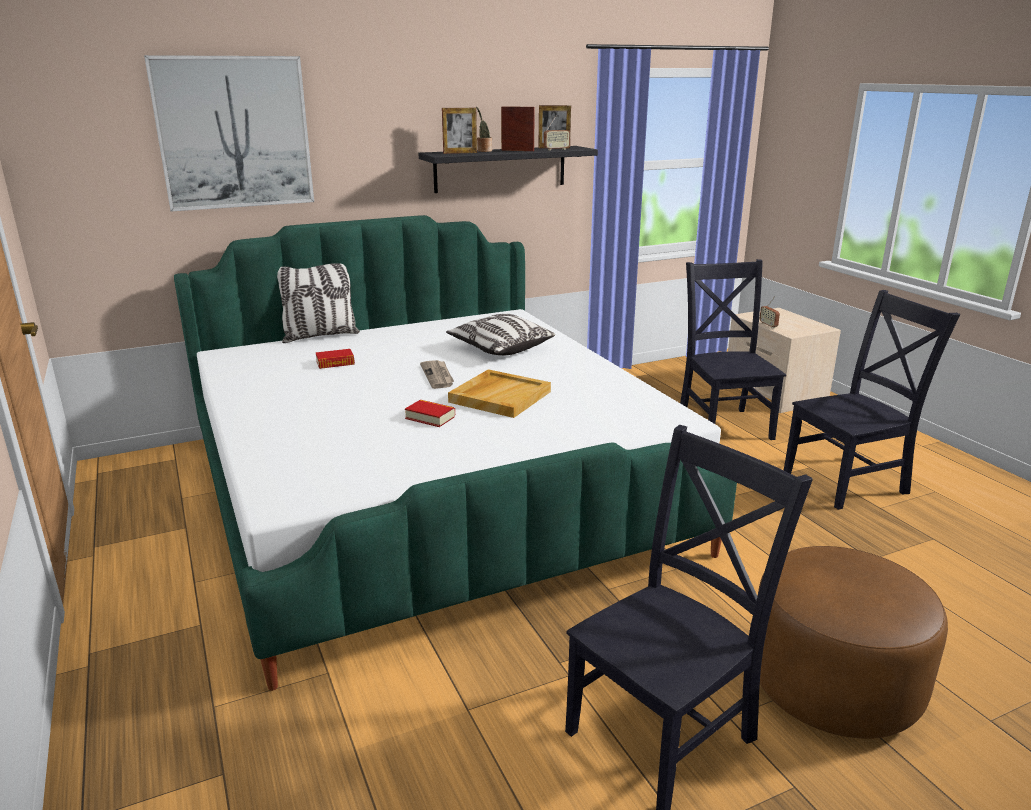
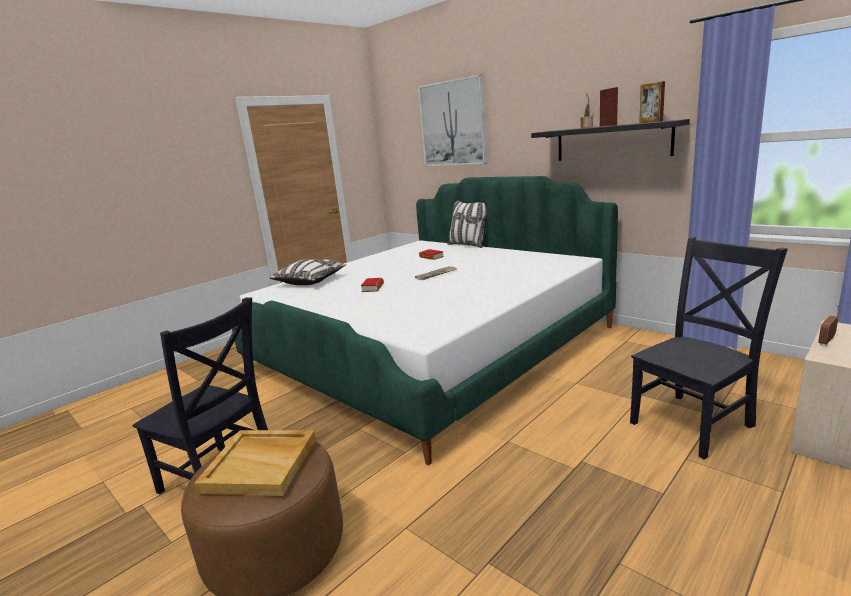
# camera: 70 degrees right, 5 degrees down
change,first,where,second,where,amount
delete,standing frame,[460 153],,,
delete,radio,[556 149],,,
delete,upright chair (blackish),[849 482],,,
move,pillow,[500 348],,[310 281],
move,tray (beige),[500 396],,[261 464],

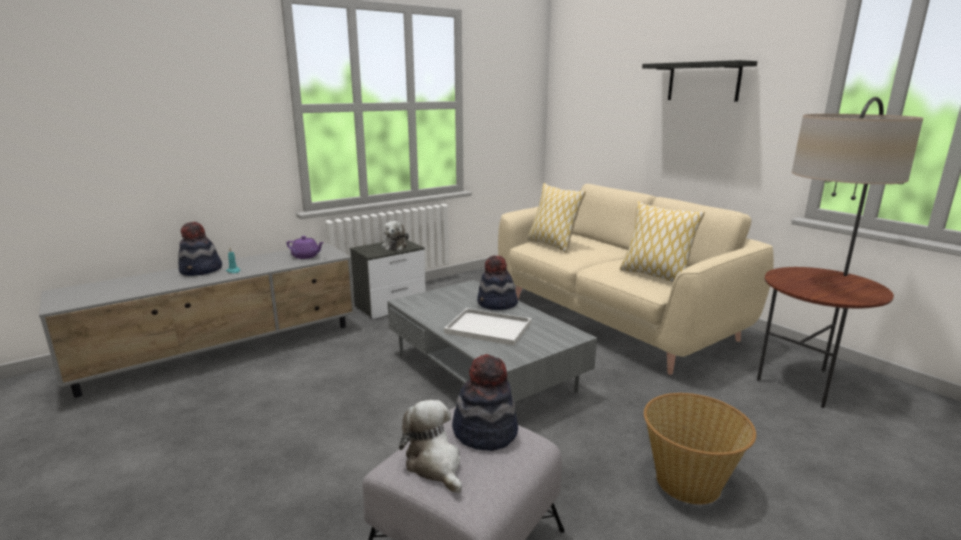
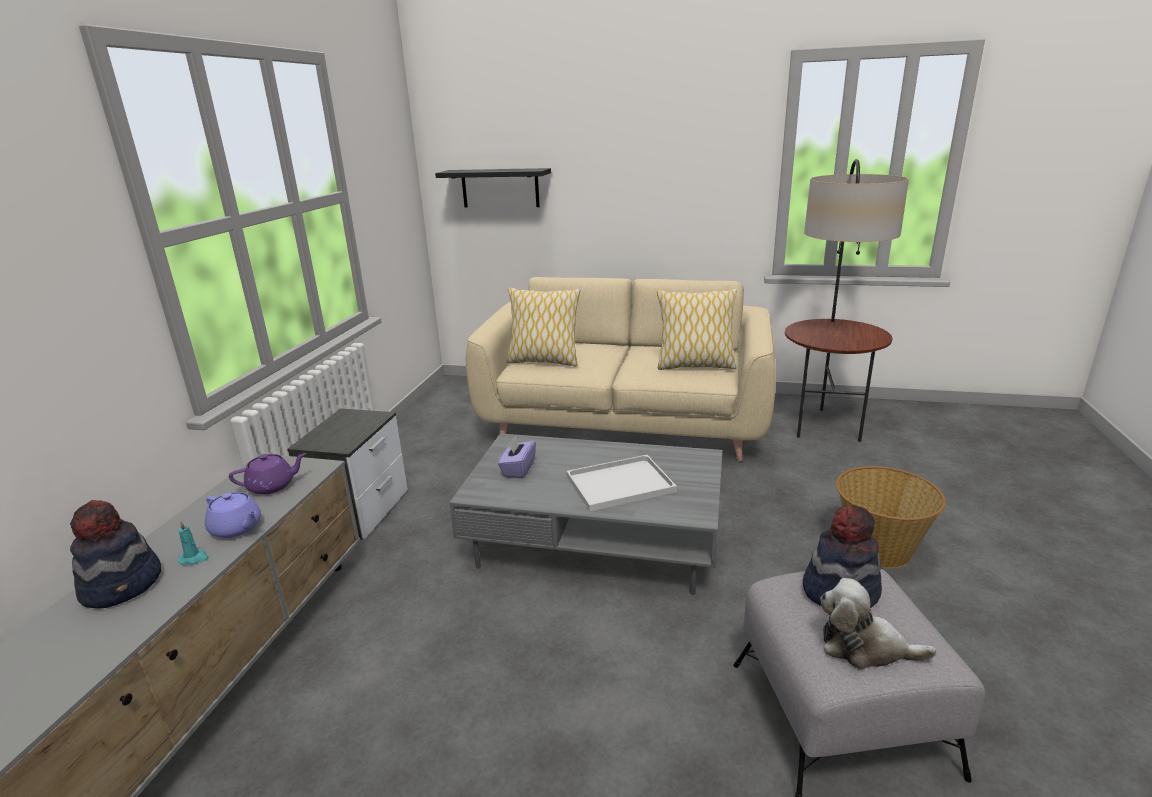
# camera: 40 degrees left, 5 degrees up
change,first,where,second,where,amount
move,wall shelf (blackish),[703 82],,[500 188],
delete,cuddly toy,[395 246],,,
delete,hat,[497 304],,,
insert,,,tissue holder (purple),[518 469],
insert,,,tea pot (purple),[237 528],

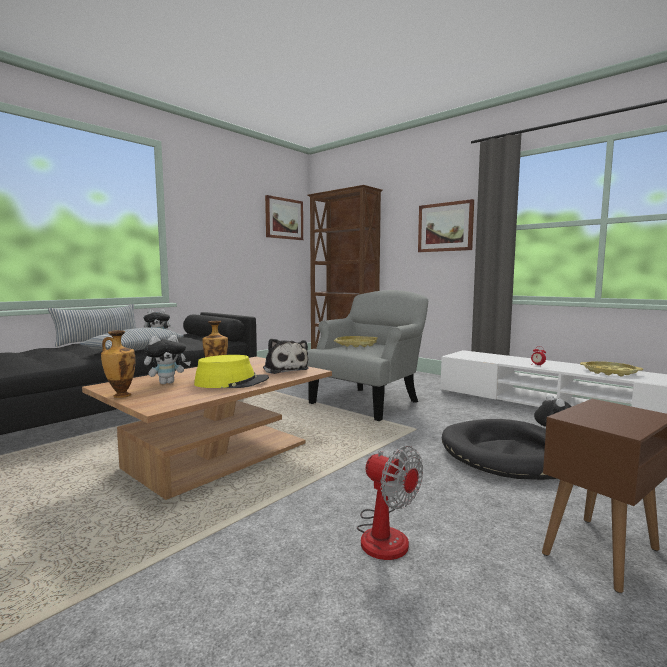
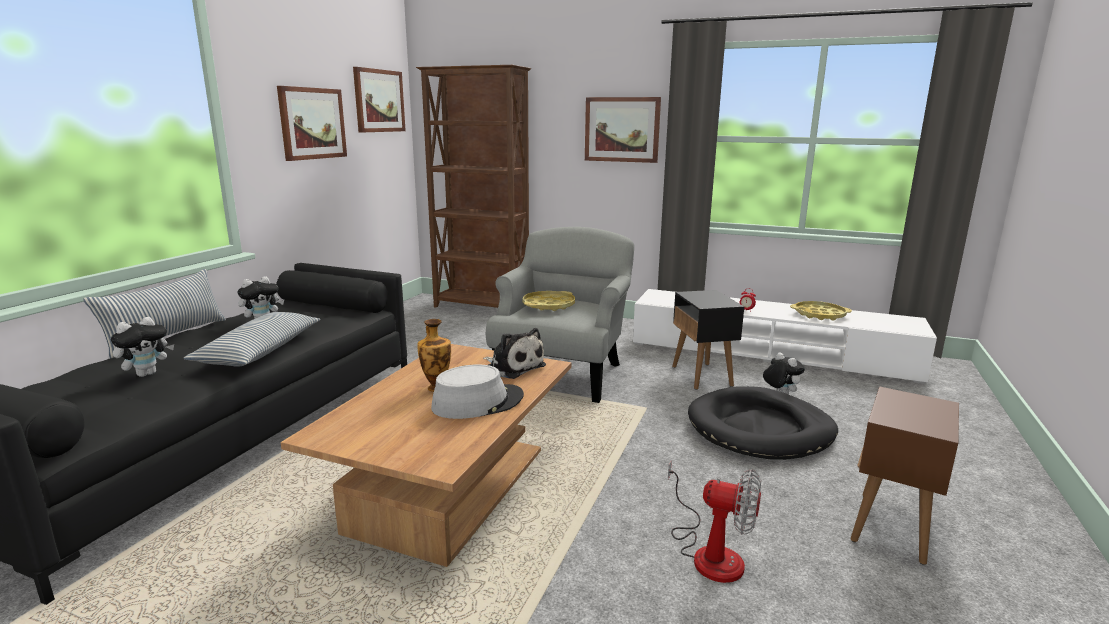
# camera: 20 degrees left, 10 degrees up
change,first,where,second,where,amount
delete,decorative vase,[120 395],,,
move,cuddly toy,[167 383],,[147 373],
recolor,hat (yellow),[232 382],hat (greyish),[478 402],
insert,,,picture,[312 123],
insert,,,side table (blackish),[702 376],

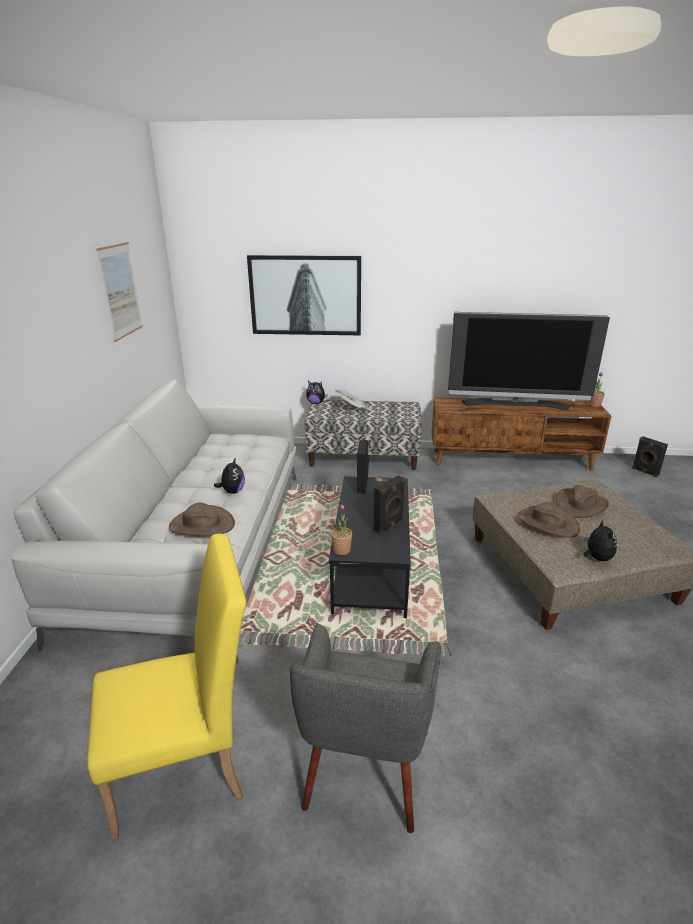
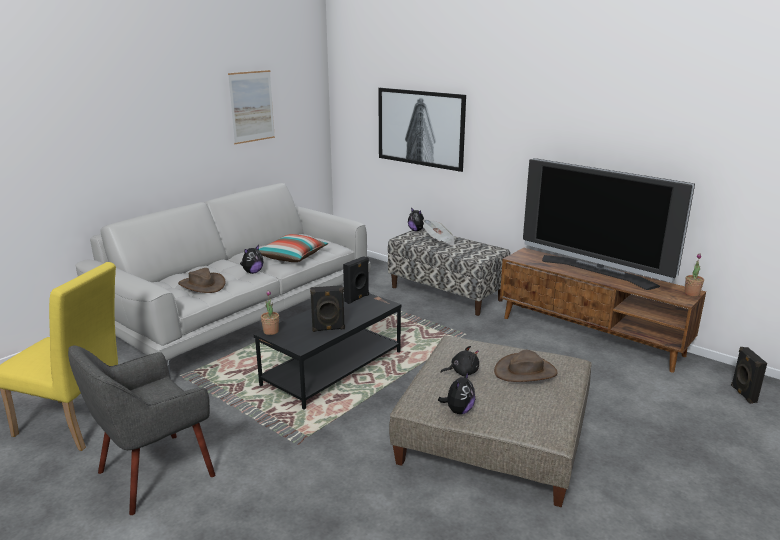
# camera: 35 degrees right, 5 degrees down
change,first,where,second,where,amount
replace,hat (brown-coloured),[547 523],cuddly toy (blackish),[462 372],
insert,,,pillow,[292 257],

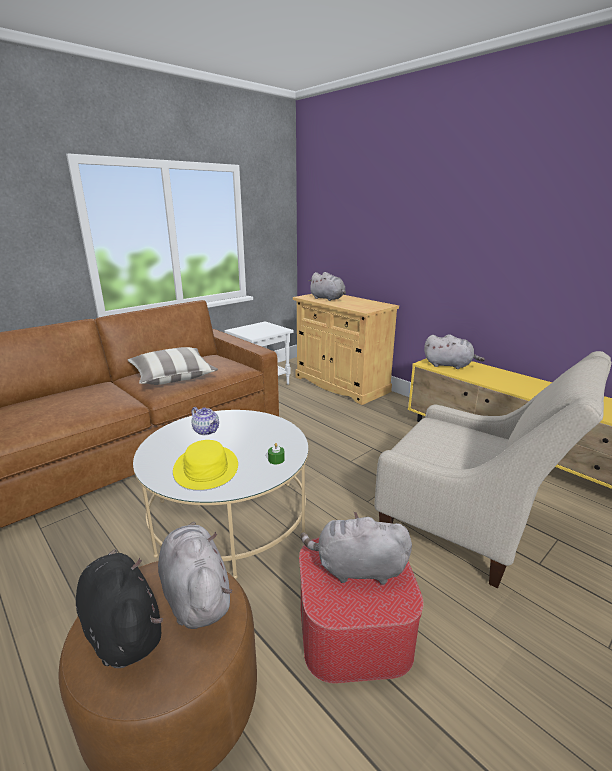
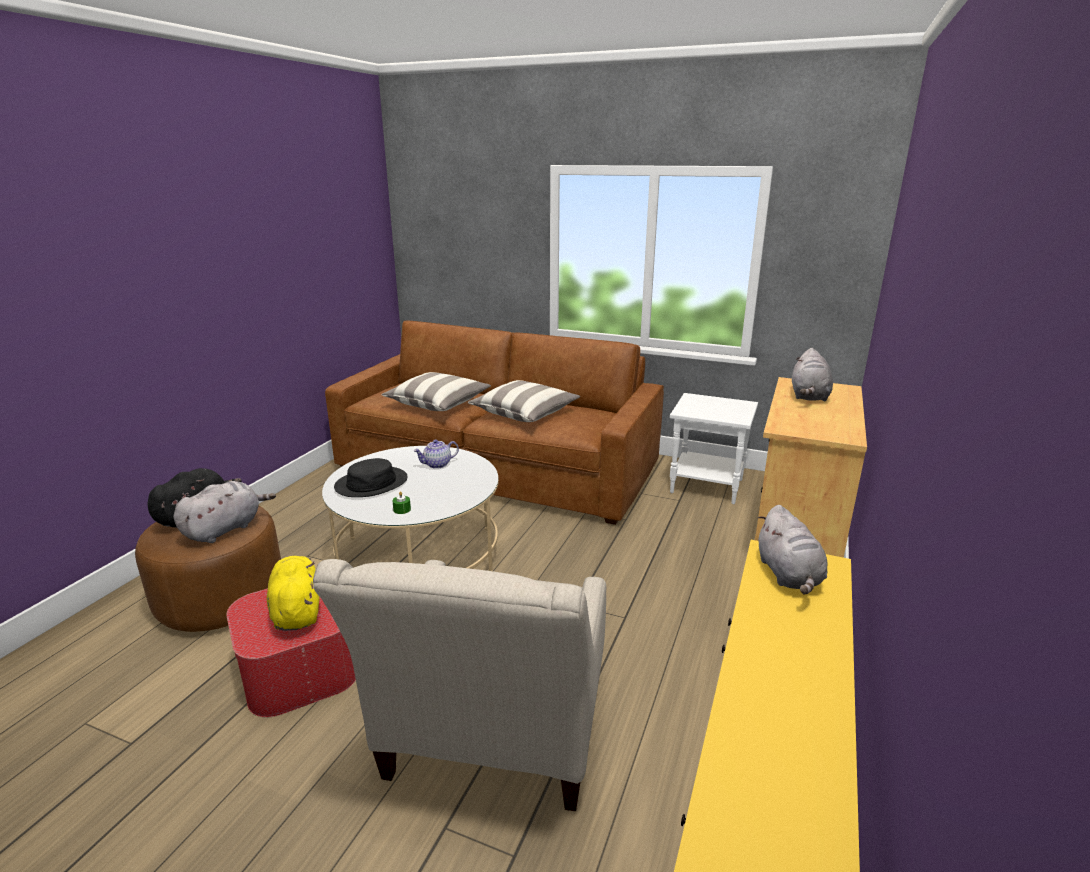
# camera: 65 degrees right, 0 degrees up
change,first,where,second,where,amount
rotate,tea pot,[206 431],,[437 464],45 degrees clockwise
recolor,hat (yellow),[205 468],hat (blackish),[371 483],
recolor,cuddly toy (greyish),[357 569],cuddly toy (yellow),[297 611],
insert,,,pillow,[437 404],

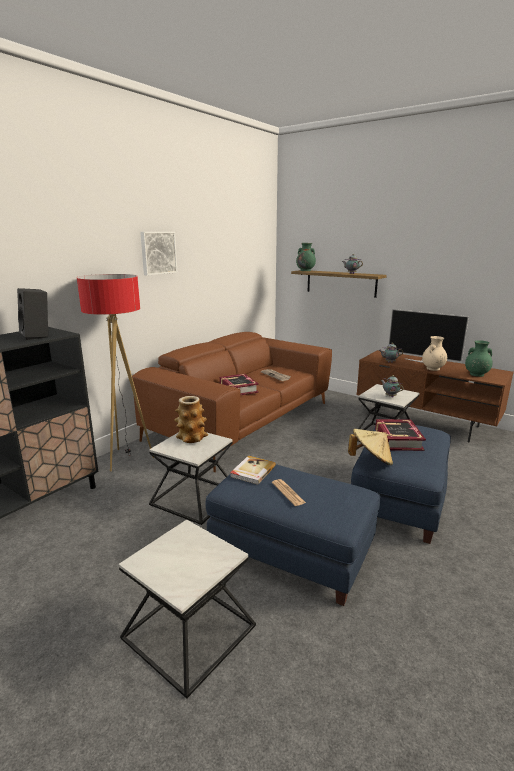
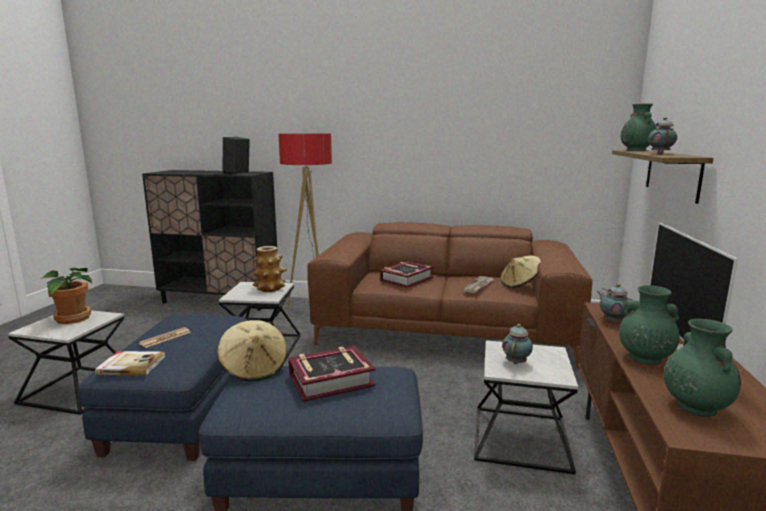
# camera: 65 degrees right, 5 degrees down
change,first,where,second,where,amount
delete,picture,[158 253],,,
recolor,decorative vase (beige),[433 369],decorative vase (greenish),[644 358],
move,bound book,[252 471],,[131 365],
insert,,,hat (beige),[520 284],
insert,,,houseplant,[72 319],

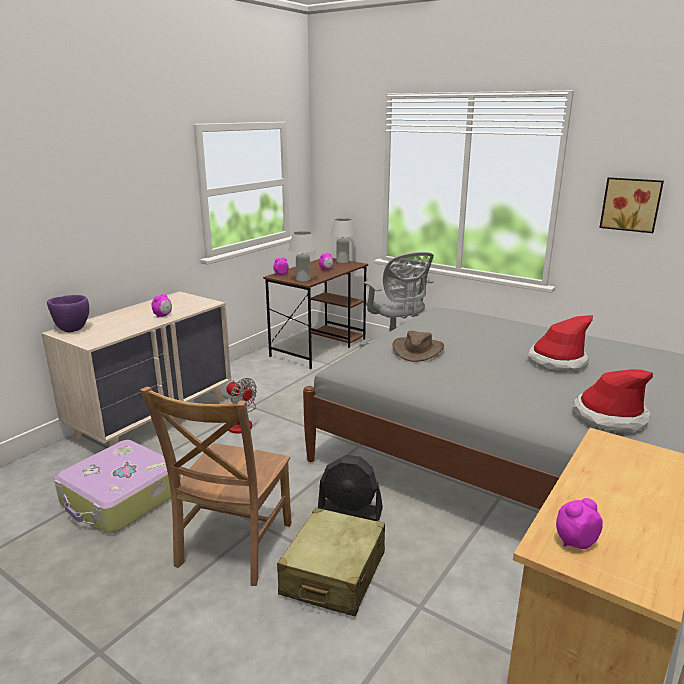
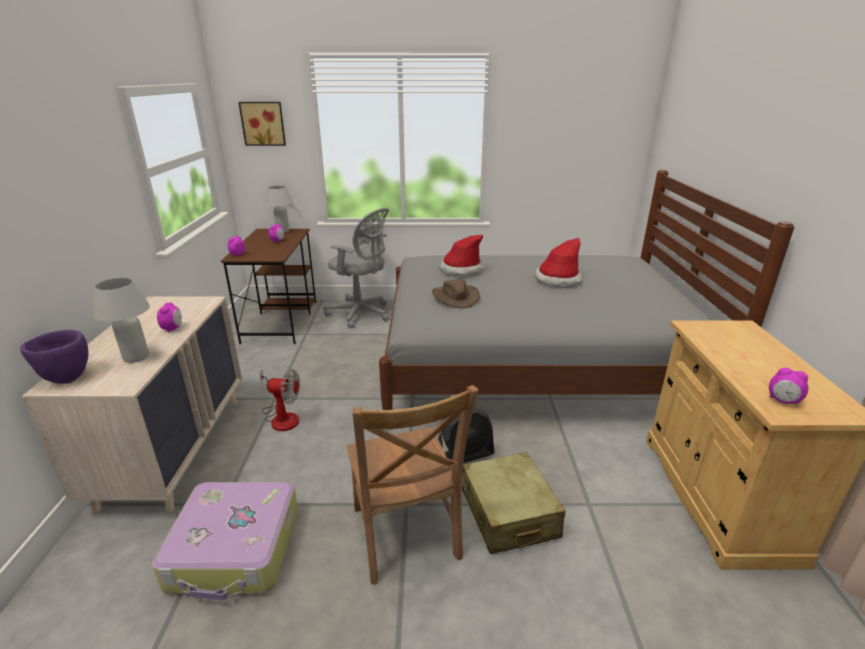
# camera: 35 degrees left, 5 degrees up
change,first,where,second,where,amount
move,picture,[631 204],,[263 123],
move,lamp for a table (white-coloured),[303 280],,[136 357],
move,hat,[609 416],,[461 270],
rotate,bedside clock,[574 541],,[783 401],90 degrees counterclockwise

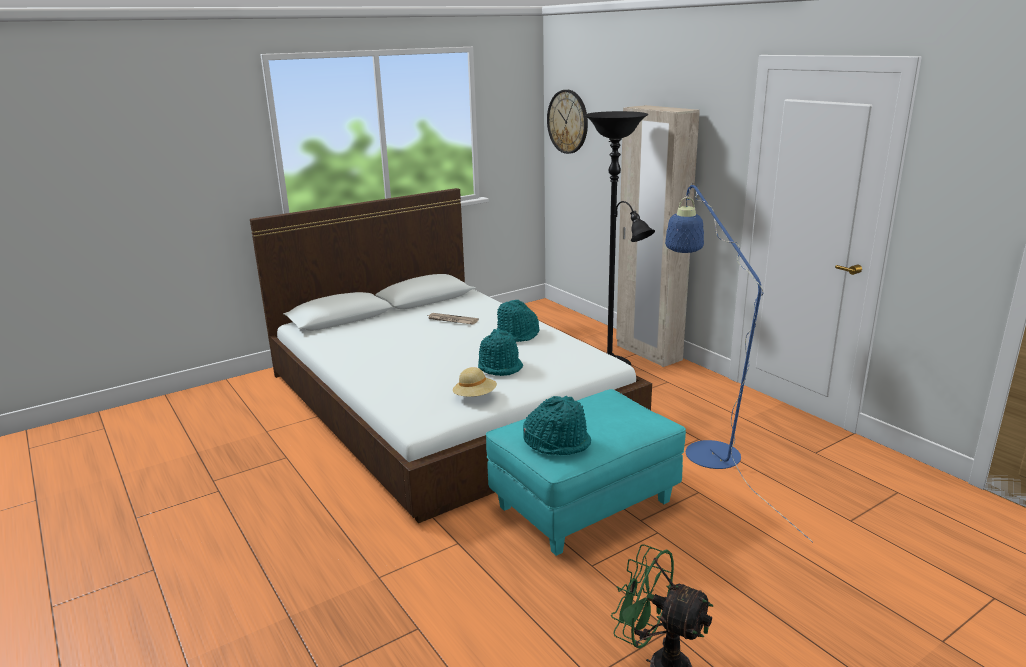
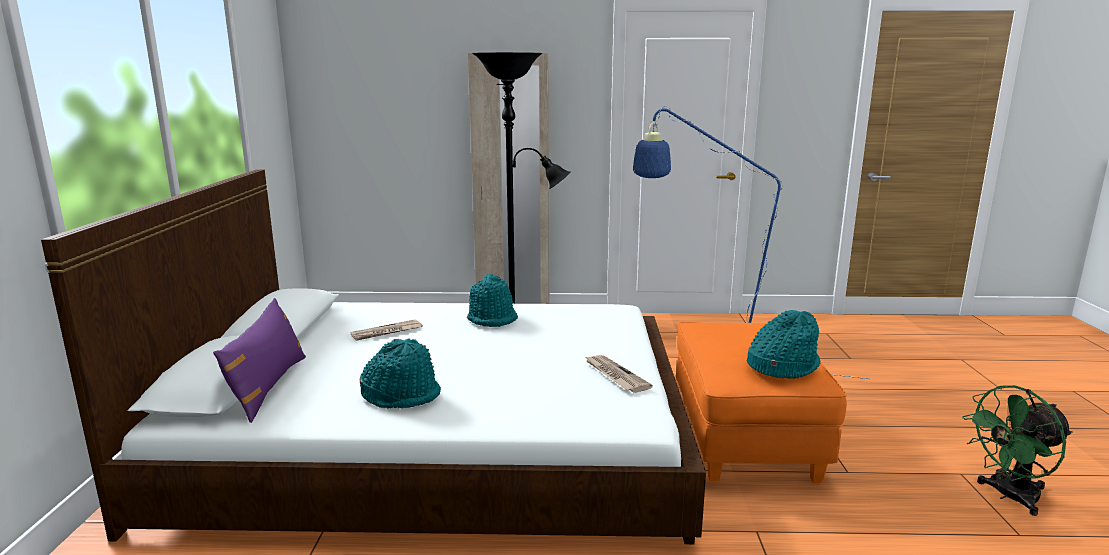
# camera: 55 degrees left, 5 degrees down
change,first,where,second,where,amount
delete,clock on the wall,[568 121],,,
move,hat (turquoise),[500 367],,[402 395],
replace,hat (beige),[475 397],daily paper,[615 375],
recolor,footrest (turquoise),[584 505],footrest (orange-coloured),[744 439],
insert,,,pillow (purple),[268 387],

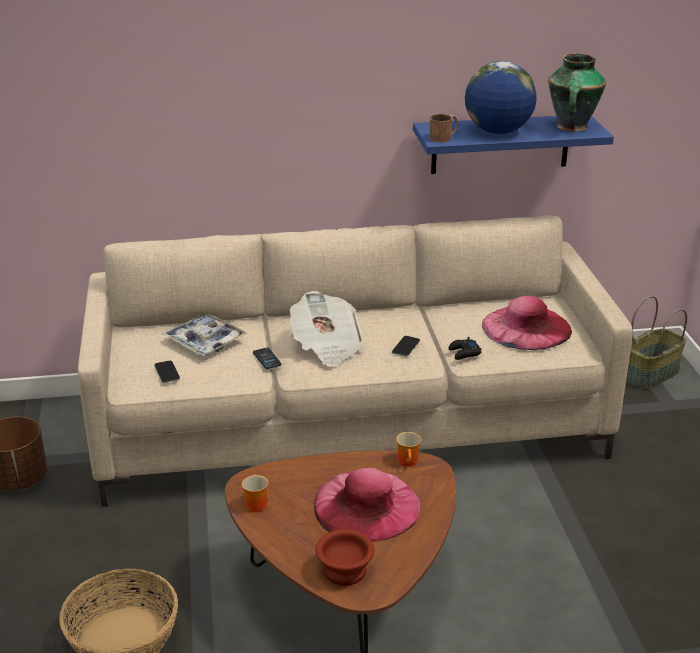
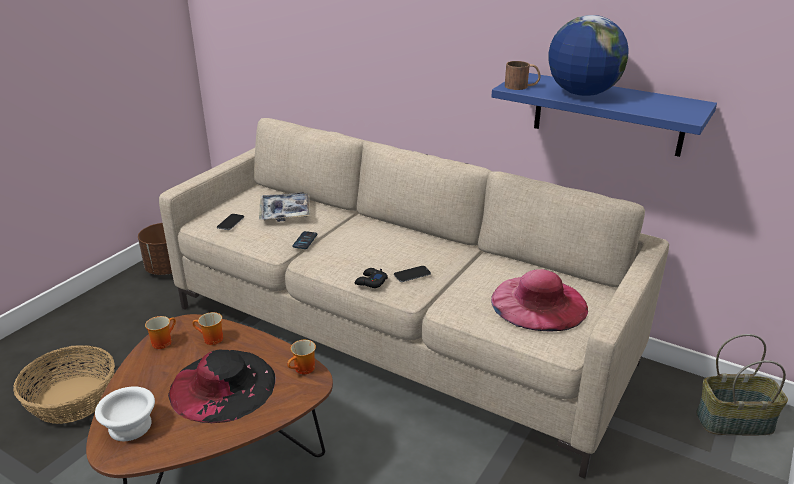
# camera: 40 degrees right, 0 degrees up
change,first,where,second,where,amount
delete,decorative vase,[571 127],,,
delete,daily paper,[326 347],,,
move,game controller (blackish),[464 353],,[370 282],
recolor,hat (pinkish),[366 505],hat (blackish),[223 385],
recolor,serving bowl (brown-coloured),[346 570],serving bowl (white-coloured),[132 426],
insert,,,tea mug,[210 340],

